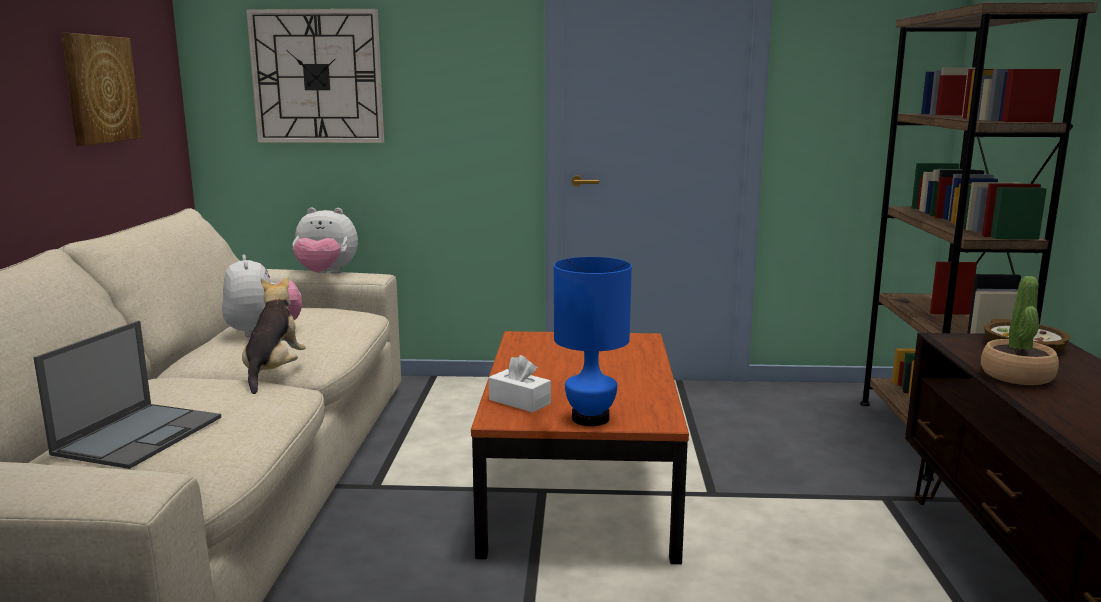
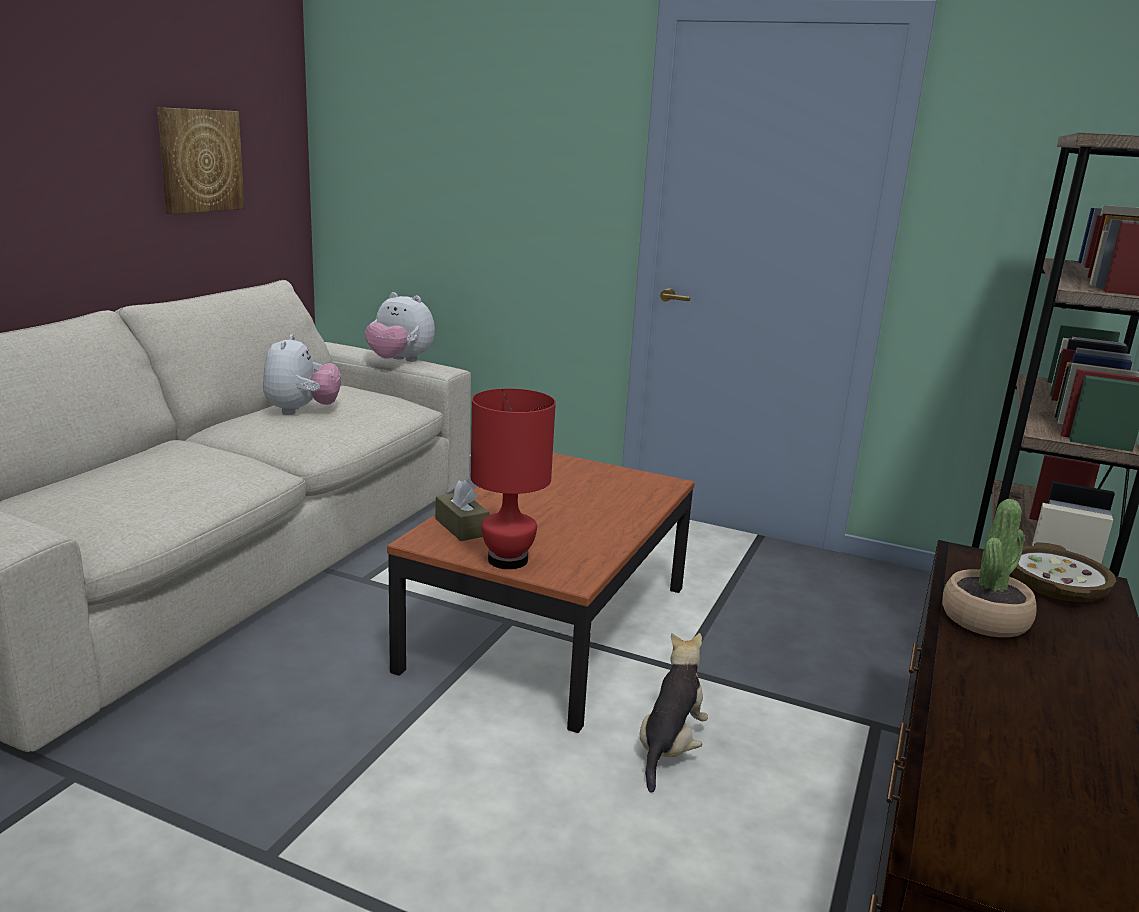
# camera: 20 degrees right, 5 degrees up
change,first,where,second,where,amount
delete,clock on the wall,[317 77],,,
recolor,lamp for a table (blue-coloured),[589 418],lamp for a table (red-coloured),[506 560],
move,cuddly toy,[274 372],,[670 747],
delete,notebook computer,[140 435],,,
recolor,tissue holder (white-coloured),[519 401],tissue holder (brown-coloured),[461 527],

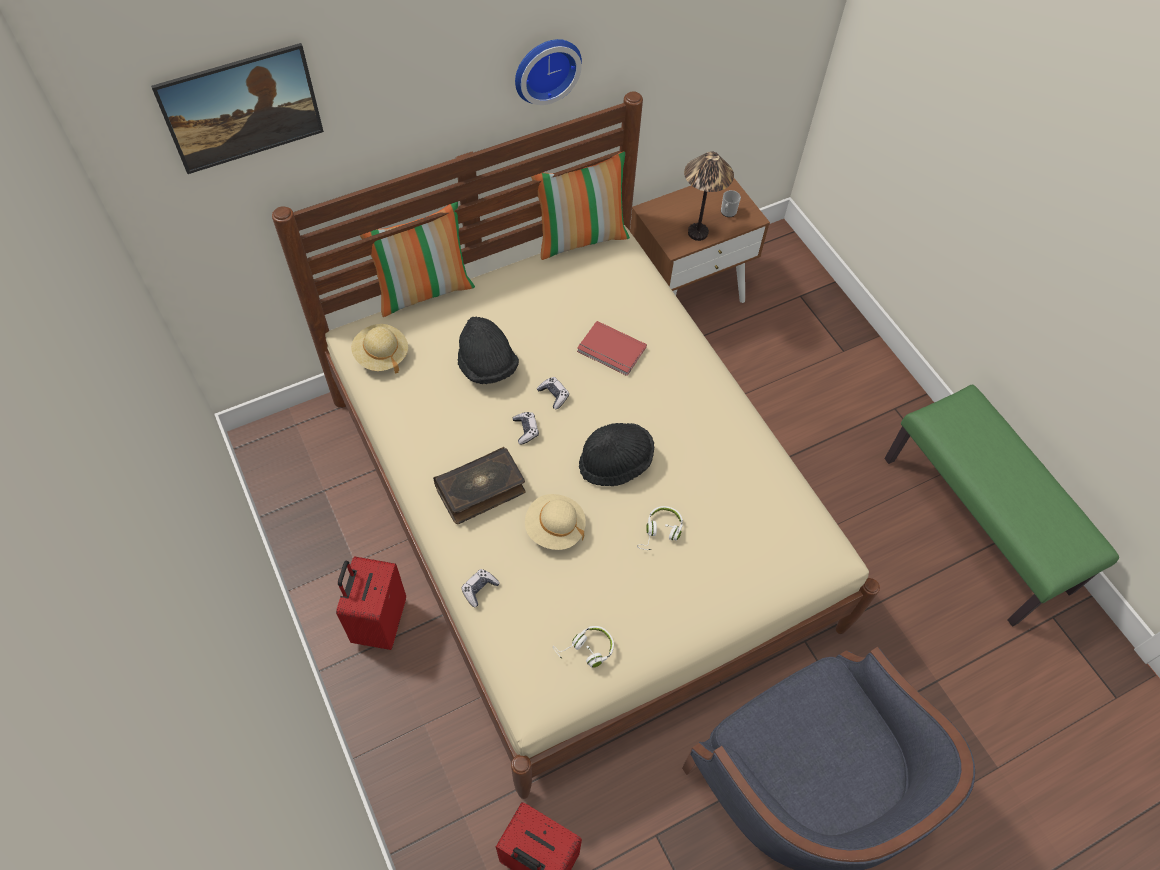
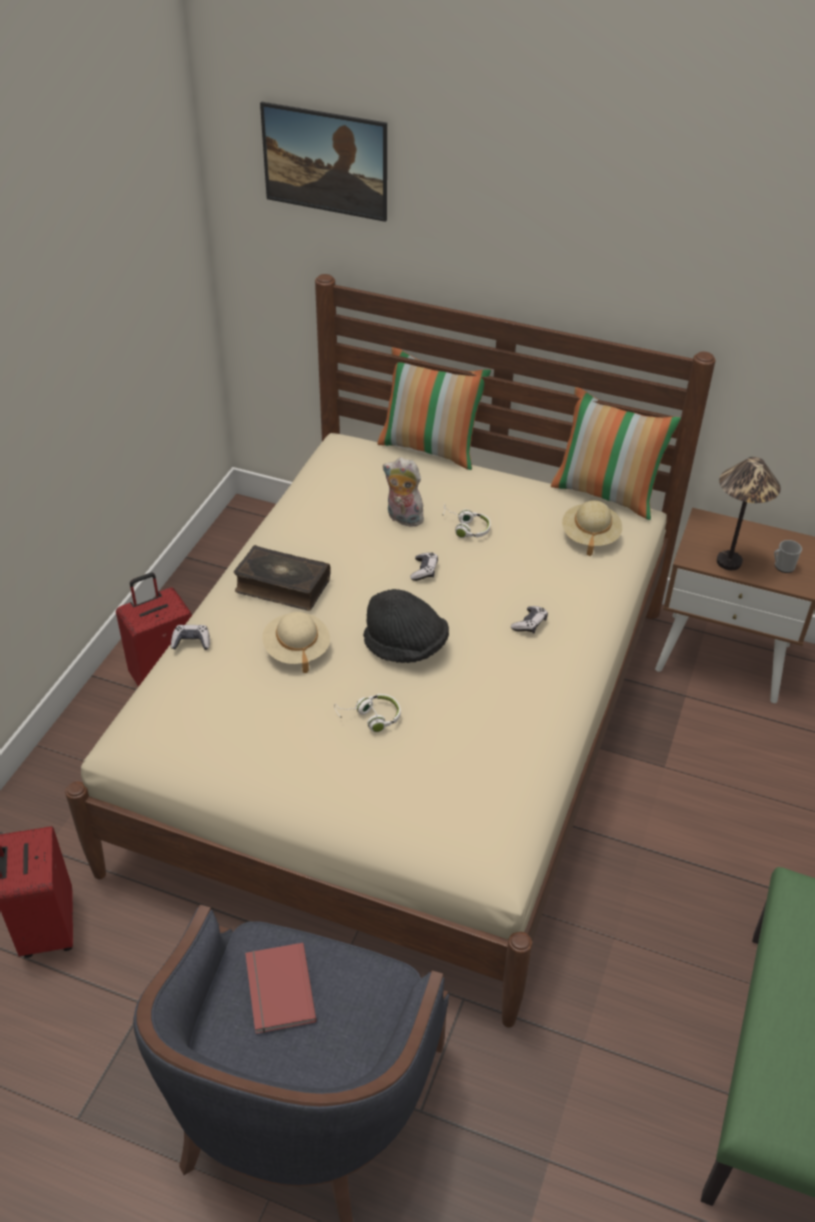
# camera: 50 degrees right, 15 degrees down
change,first,where,second,where,amount
delete,clock on the wall,[545 68],,,
replace,hat (blackish),[487 366],cuddly toy,[402 519],
move,bound book (red-coloured),[611 351],,[277 990],
move,hat (beige),[381 355],,[590 536],
move,game controller,[526 430],,[529 624],
move,pair of headphones (white-coloured),[586 650],,[465 527],

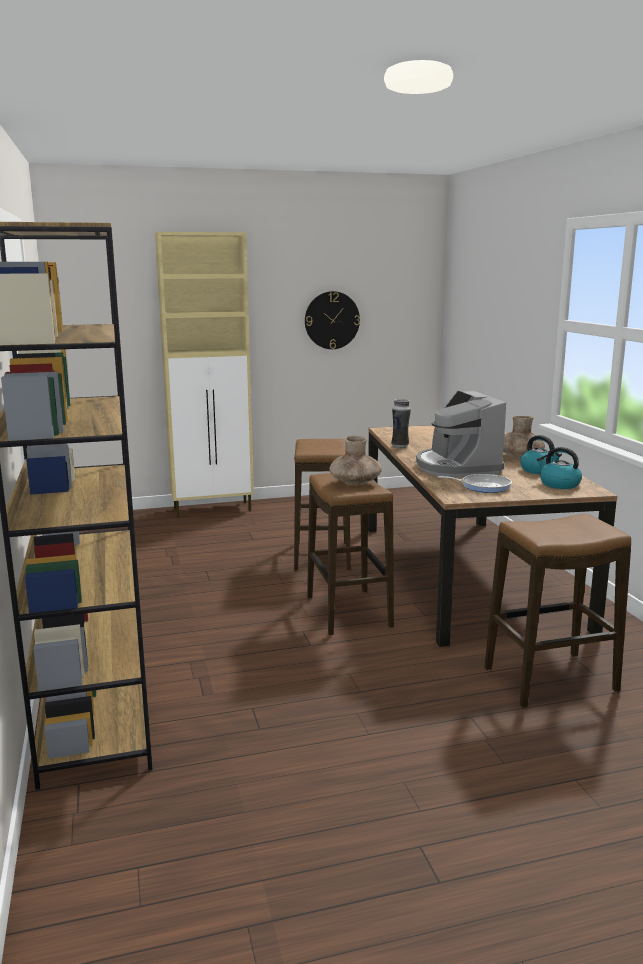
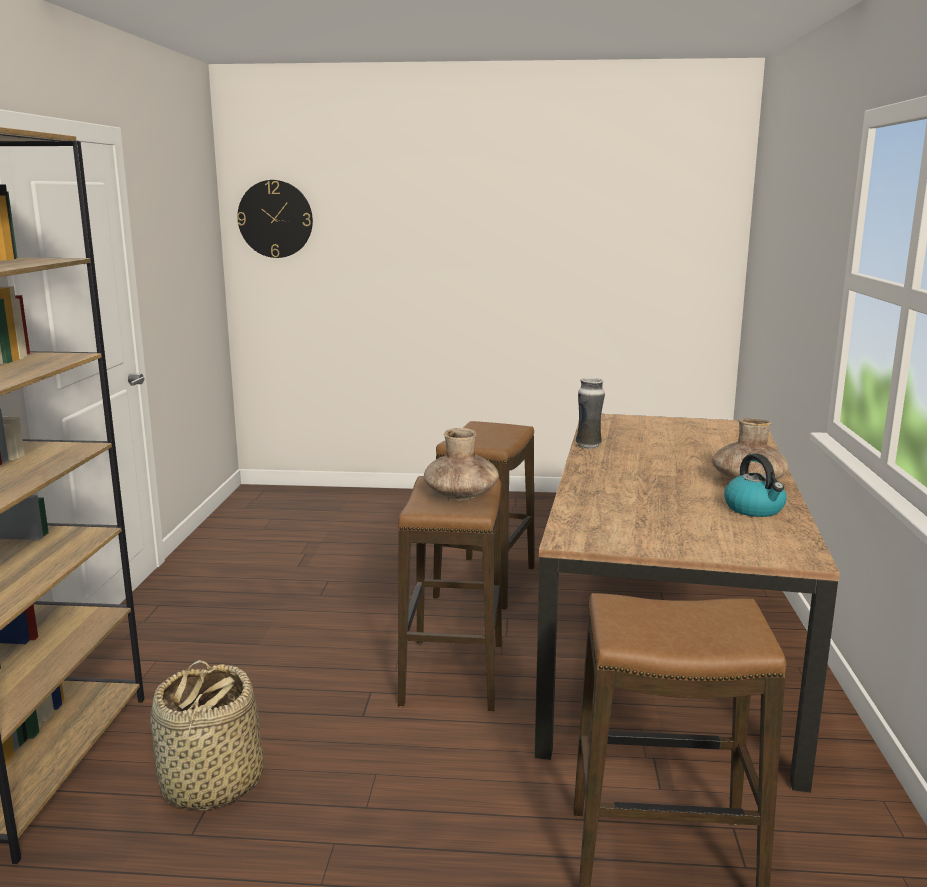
# camera: 20 degrees right, 0 degrees up
change,first,where,second,where,amount
delete,storage cabinet (beige),[213 509],,,
move,clock on the wall,[332 320],,[275 219],
delete,coffee brewer,[456 467],,,
delete,water kettle,[559 484],,,
delete,skillet,[483 486],,,
insert,,,basket,[211 784],

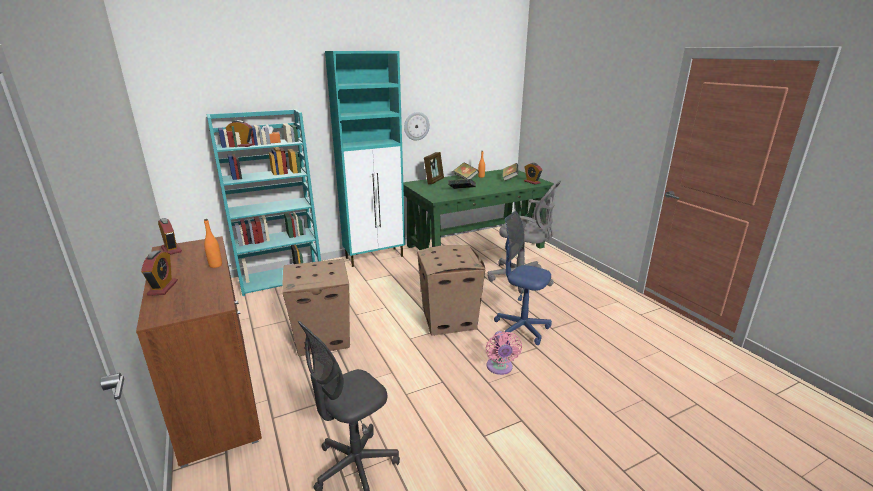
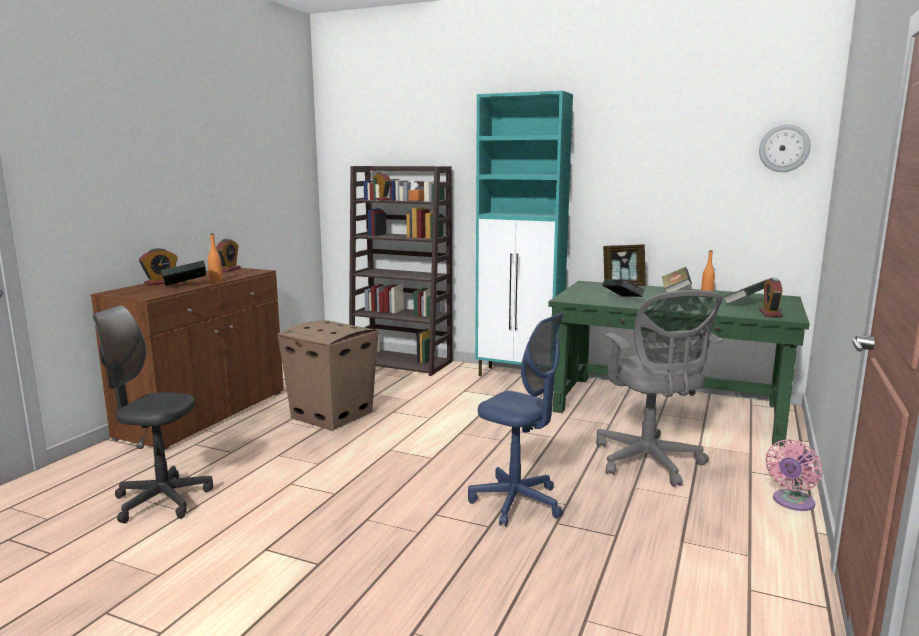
# camera: 50 degrees right, 10 degrees down
change,first,where,second,where,amount
recolor,shelving unit (turquoise),[281 278],shelving unit (brown-coloured),[402 363],
move,clock on the wall,[416 126],,[784 148],
rotate,office chair (blue-coloured),[521 329],,[516 502],135 degrees clockwise
delete,packing box,[449 319],,,
move,fan (pinkish),[500 368],,[791 502],
insert,,,bound book,[185 286],

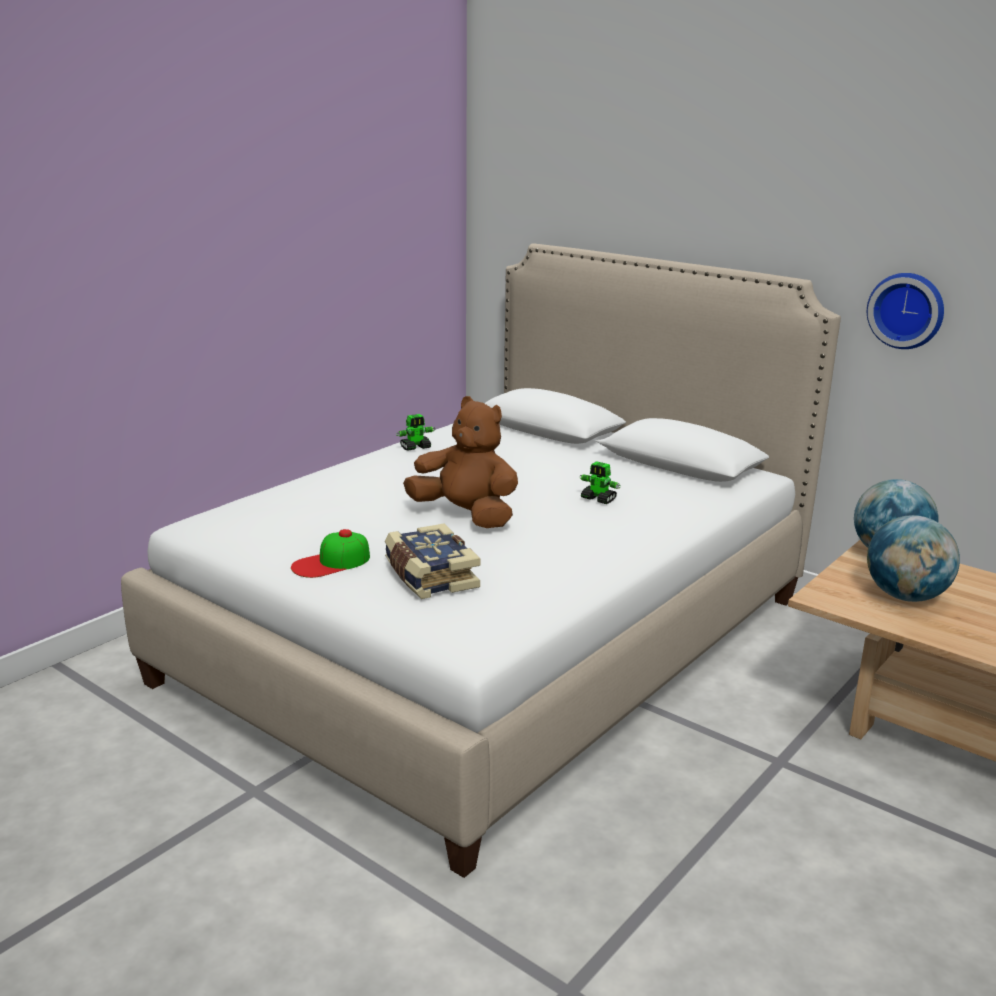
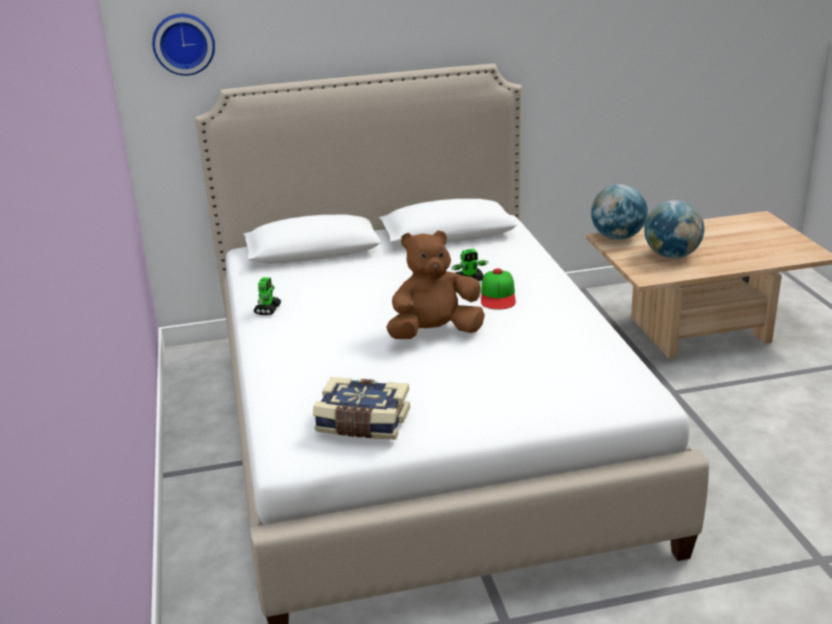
# camera: 50 degrees left, 5 degrees up
change,first,where,second,where,amount
move,clock on the wall,[907 310],,[183 43],
move,bound book,[429 577],,[362 423],
move,cap,[331 562],,[498 295],

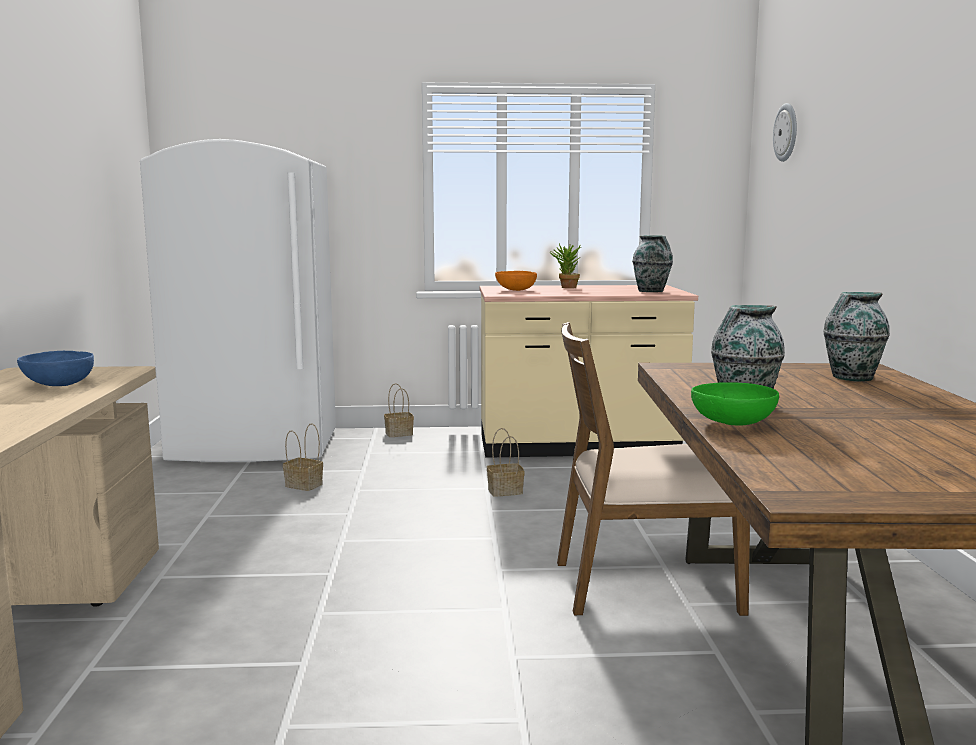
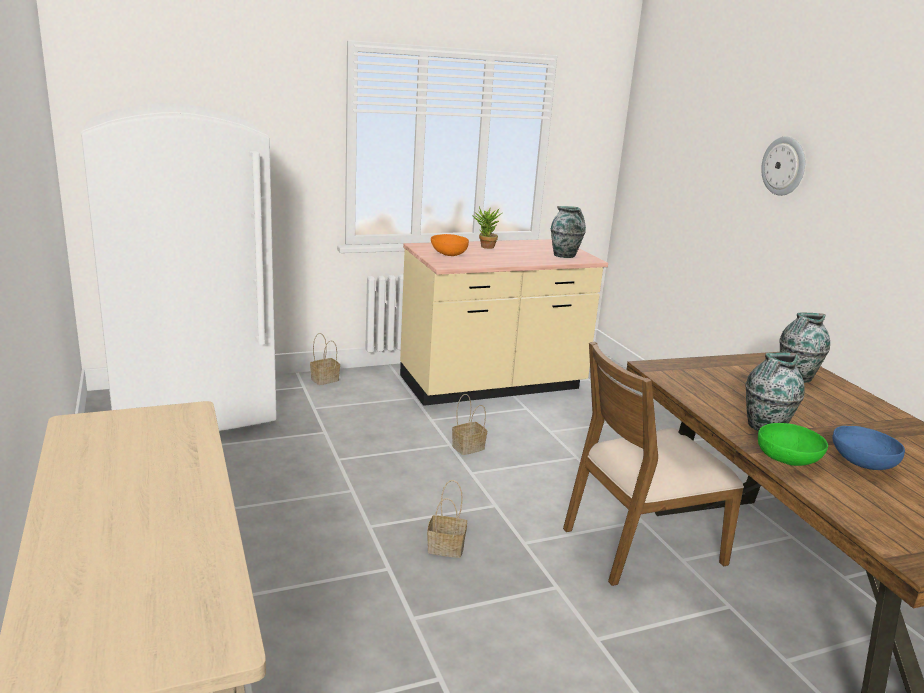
# camera: 20 degrees left, 10 degrees up
change,first,where,second,where,amount
move,clock on the wall,[786 132],,[784 166],
move,serving bowl (blue-coloured),[58 384],,[861 464],
move,basket,[305 485],,[447 547],

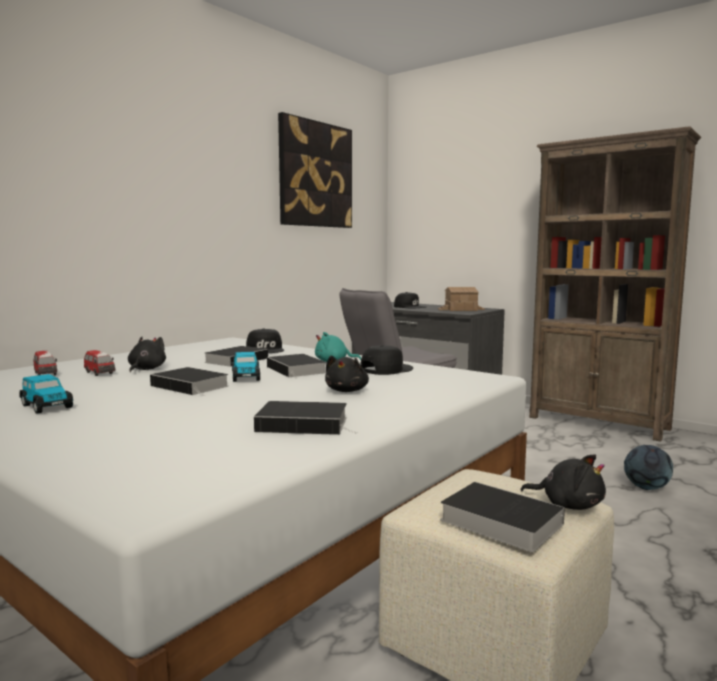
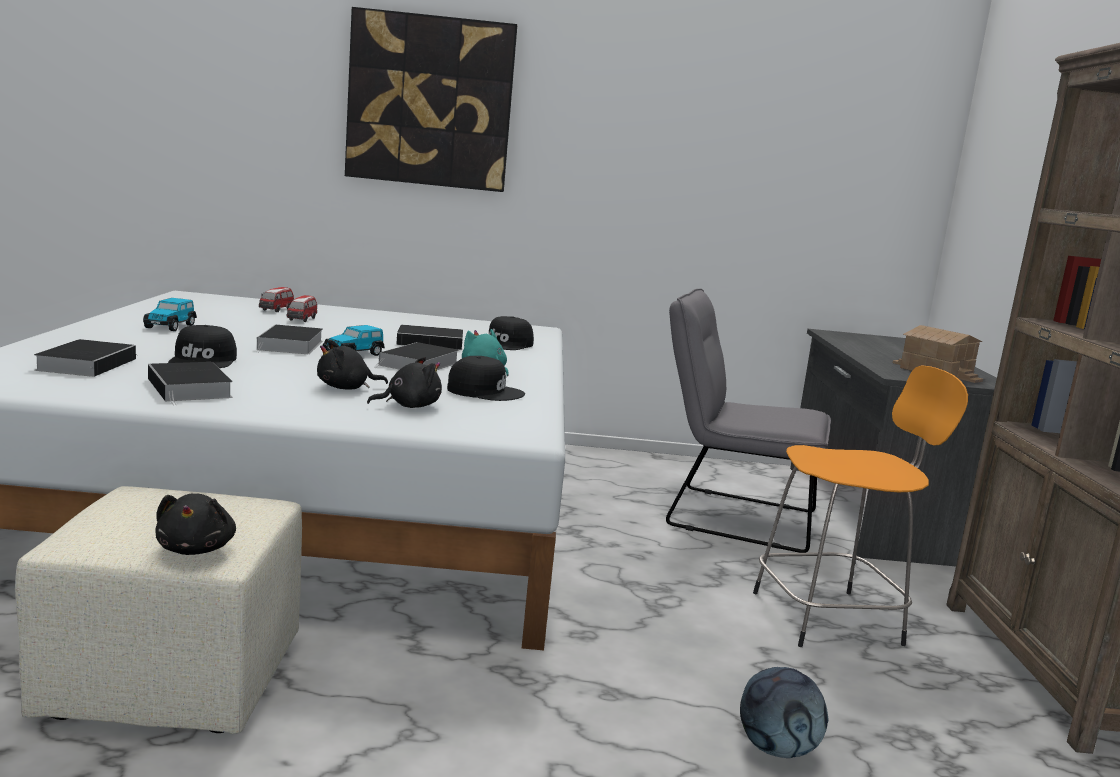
# camera: 50 degrees right, 5 degrees up
change,first,where,second,where,amount
move,picture,[315 175],,[430 102],
move,cap (blackish),[410 307],,[204 360],
move,cuddly toy (blackish),[146 369],,[409 406],
move,bound book,[497 521],,[87 364],
insert,,,stool seat (orange-coloured),[831 618],

